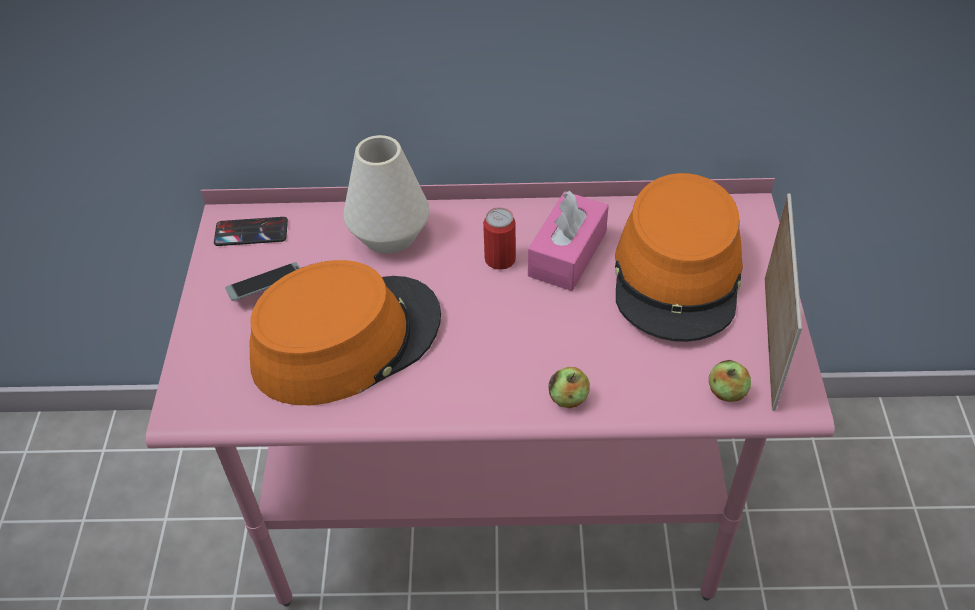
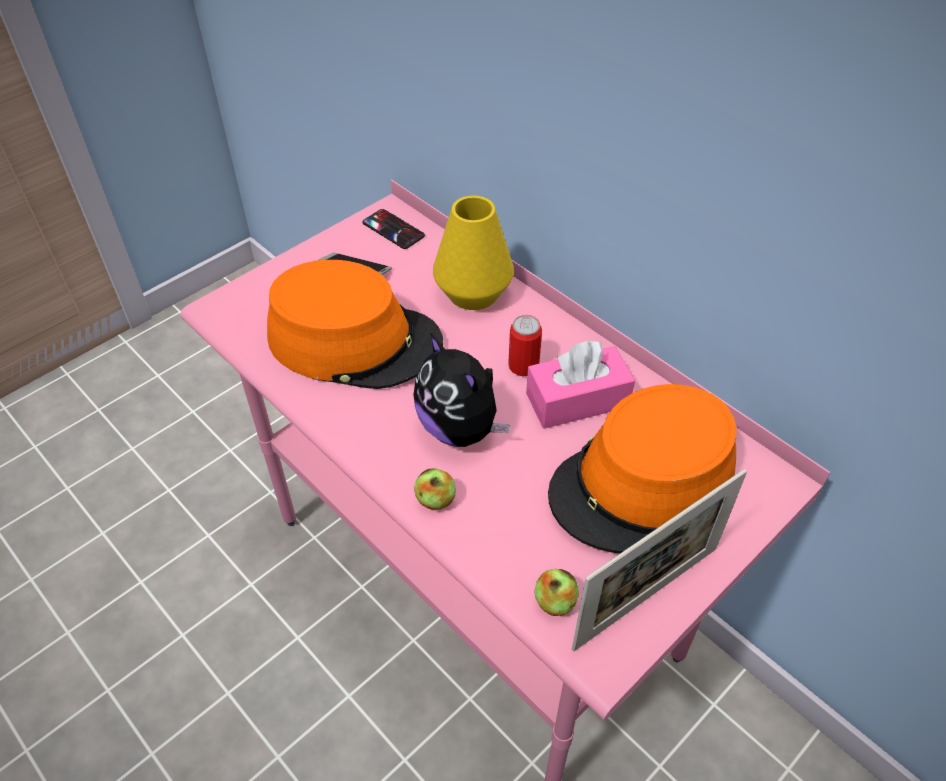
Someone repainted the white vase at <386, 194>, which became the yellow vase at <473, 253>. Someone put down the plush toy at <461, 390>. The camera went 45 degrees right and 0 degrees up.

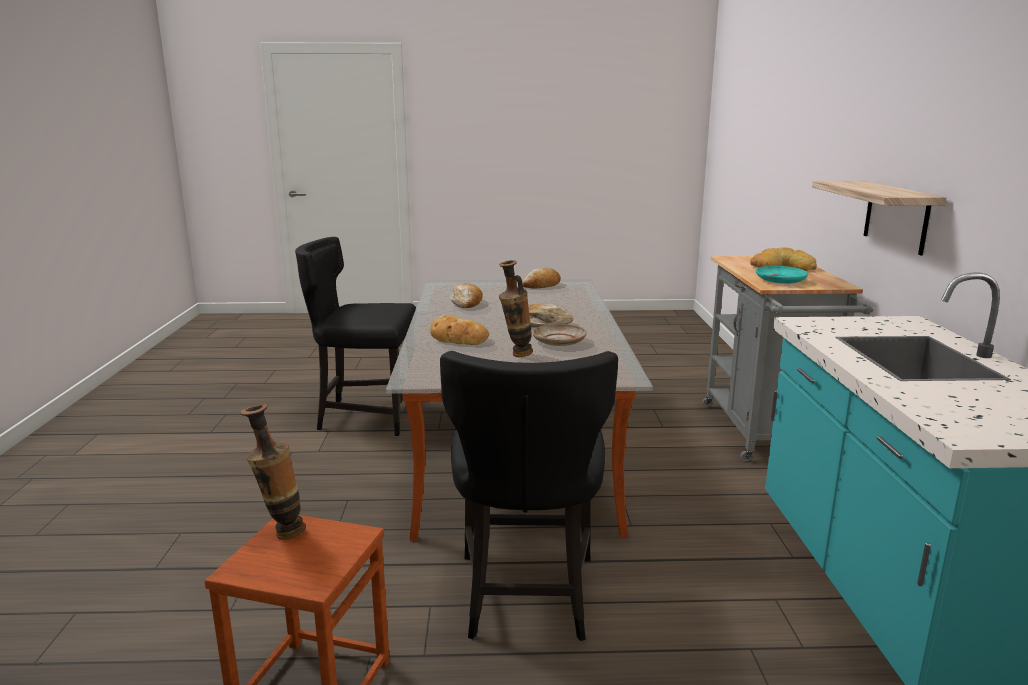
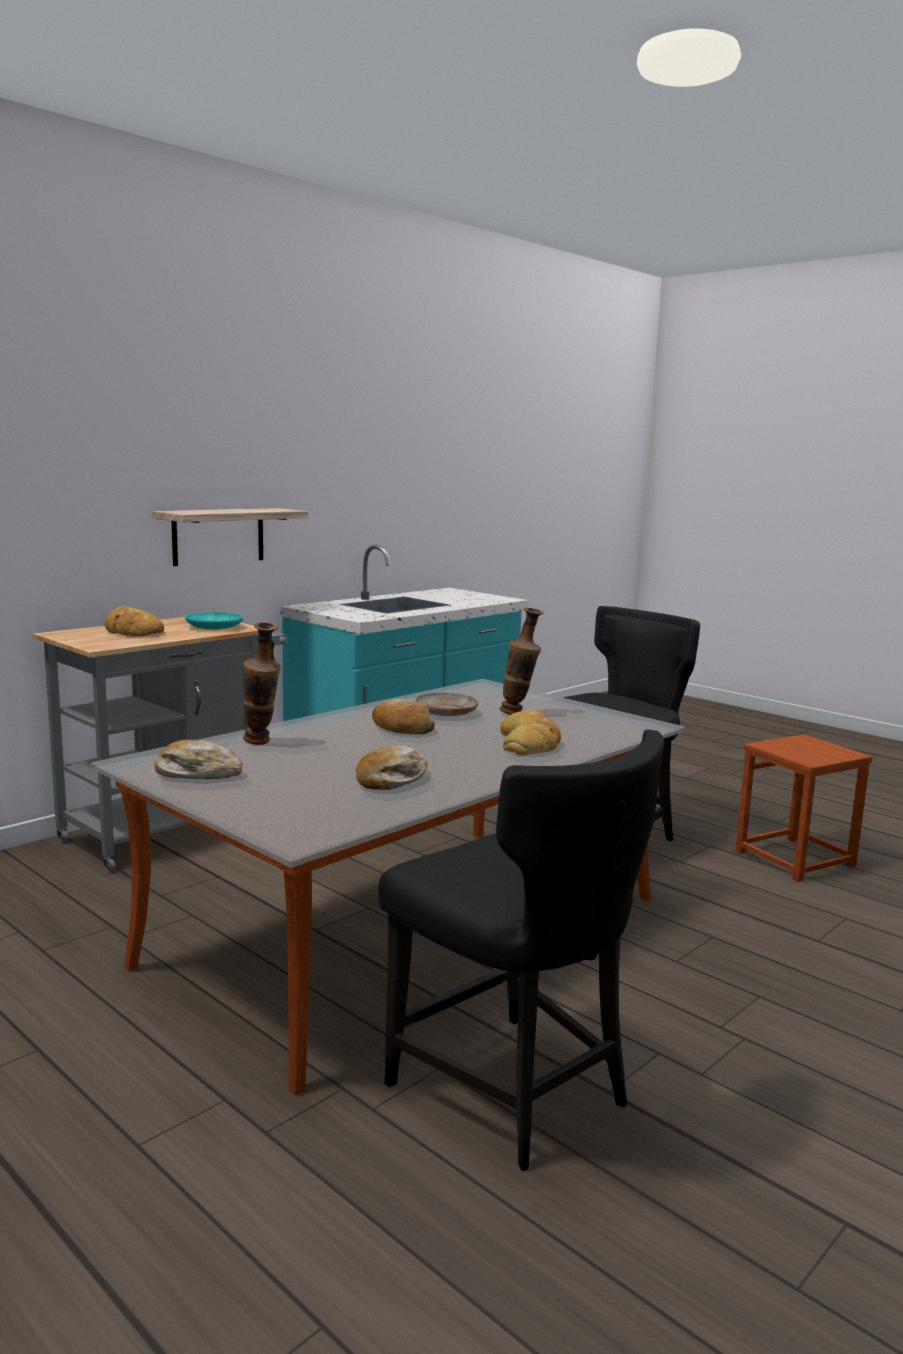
Someone carried the vase from <273, 472> to <262, 683>. The camera went 135 degrees left and 5 degrees down.

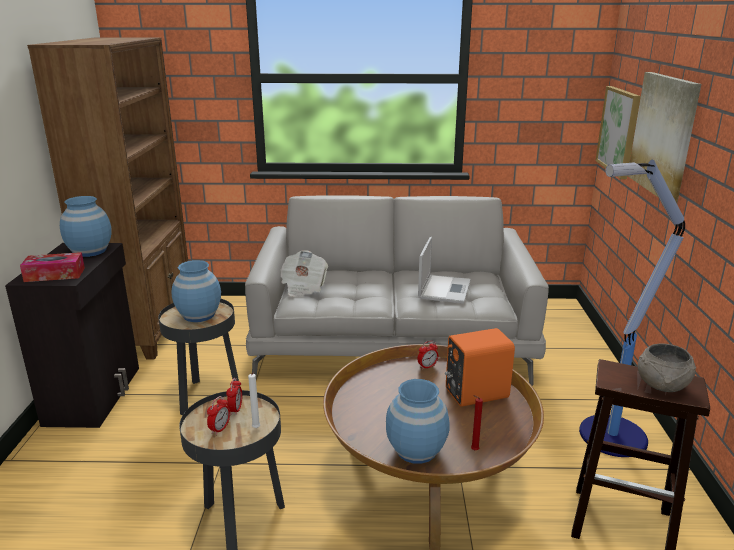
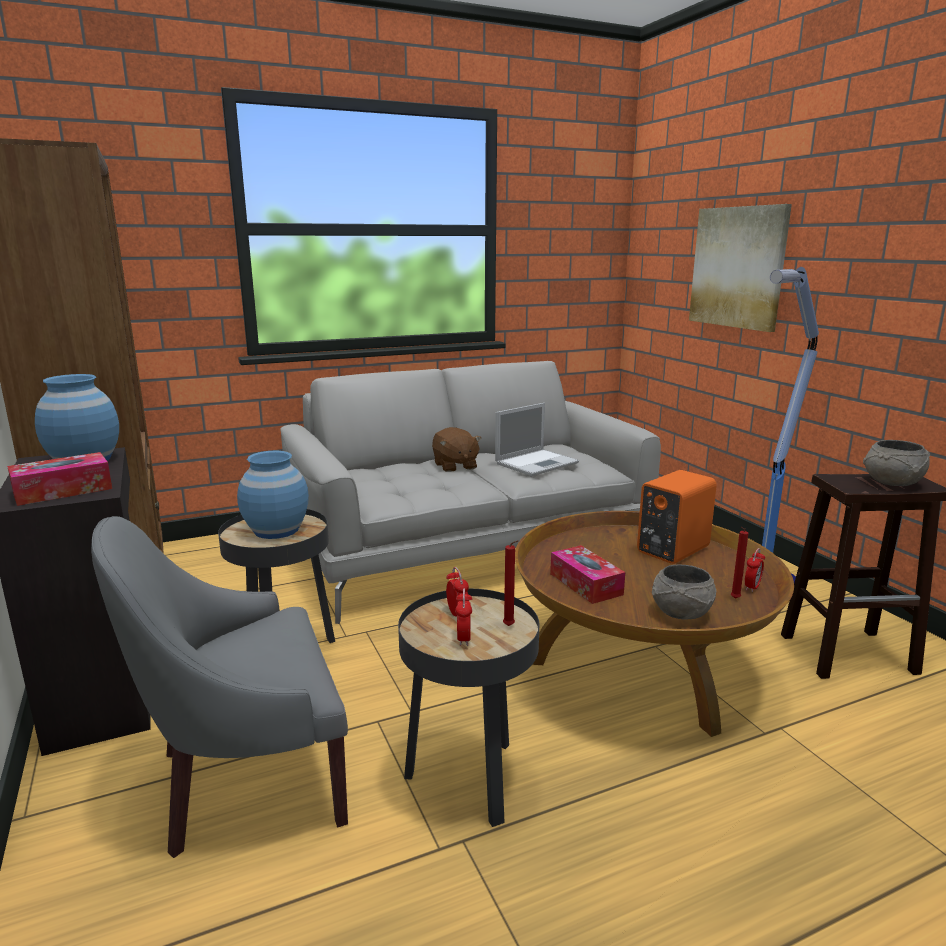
Someone repainted the white candle at <254, 400>, which became the red candle at <511, 583>. Someone took away the newspaper at <304, 273>. Someone swapped the blue vase at <418, 421> for the grey bowl at <684, 592>. Someone rotated the laptop at <444, 270> by 60 degrees clockwise. Someone carried the alarm clock from <428, 355> to <755, 570>. Someone took away the picture at <618, 132>. Someone put down the grey armchair at <219, 687>. Someone put down the brown plush toy at <456, 449>. Someone put down the tissue box at <587, 574>. The camera went 25 degrees left and 5 degrees down.

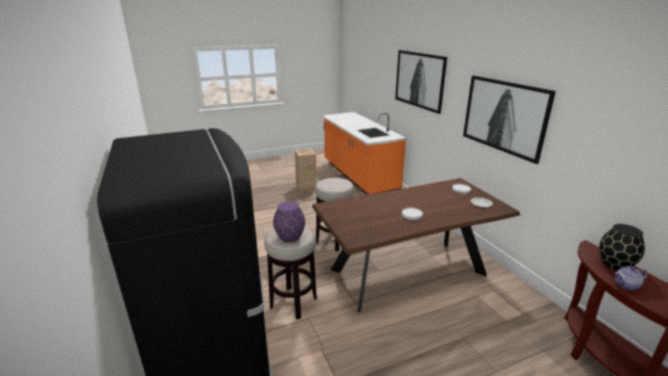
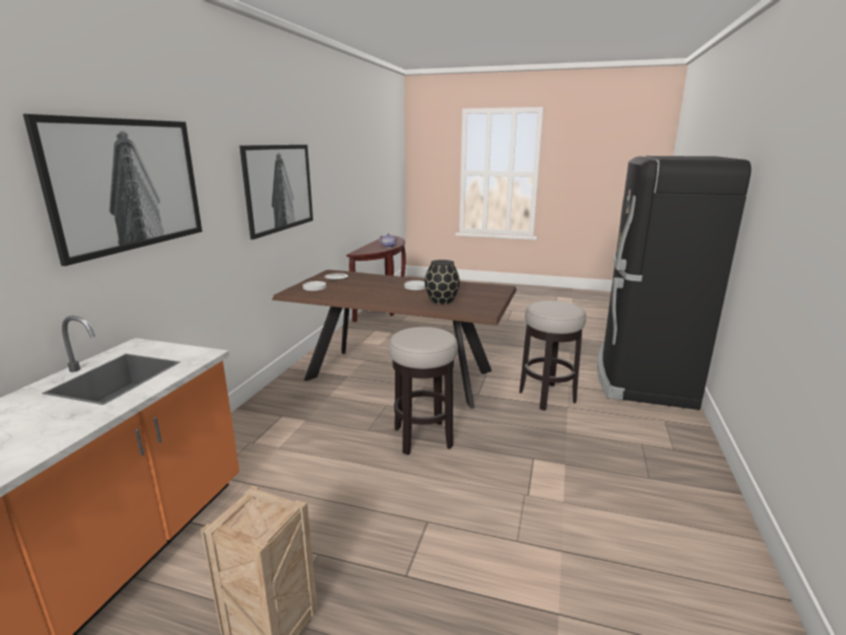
Someone took away the purple vase at <289, 221>. Someone carried the black vase from <622, 247> to <442, 282>. The camera went 140 degrees left and 5 degrees down.

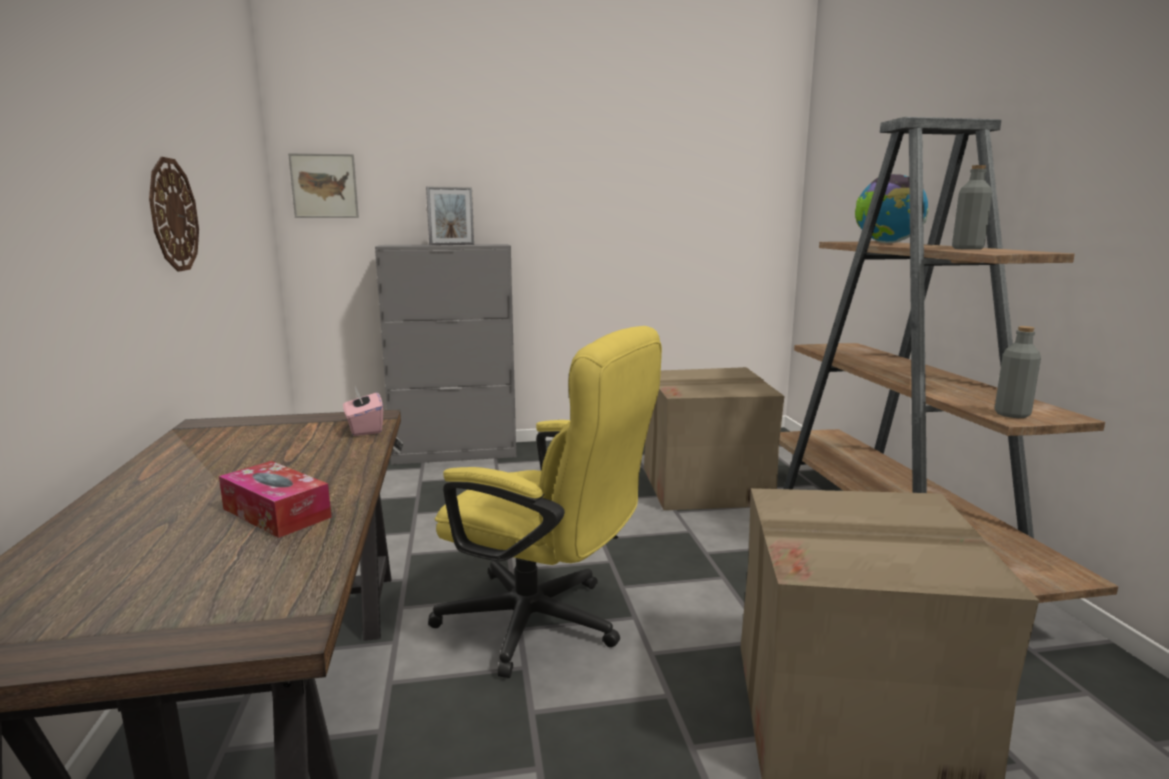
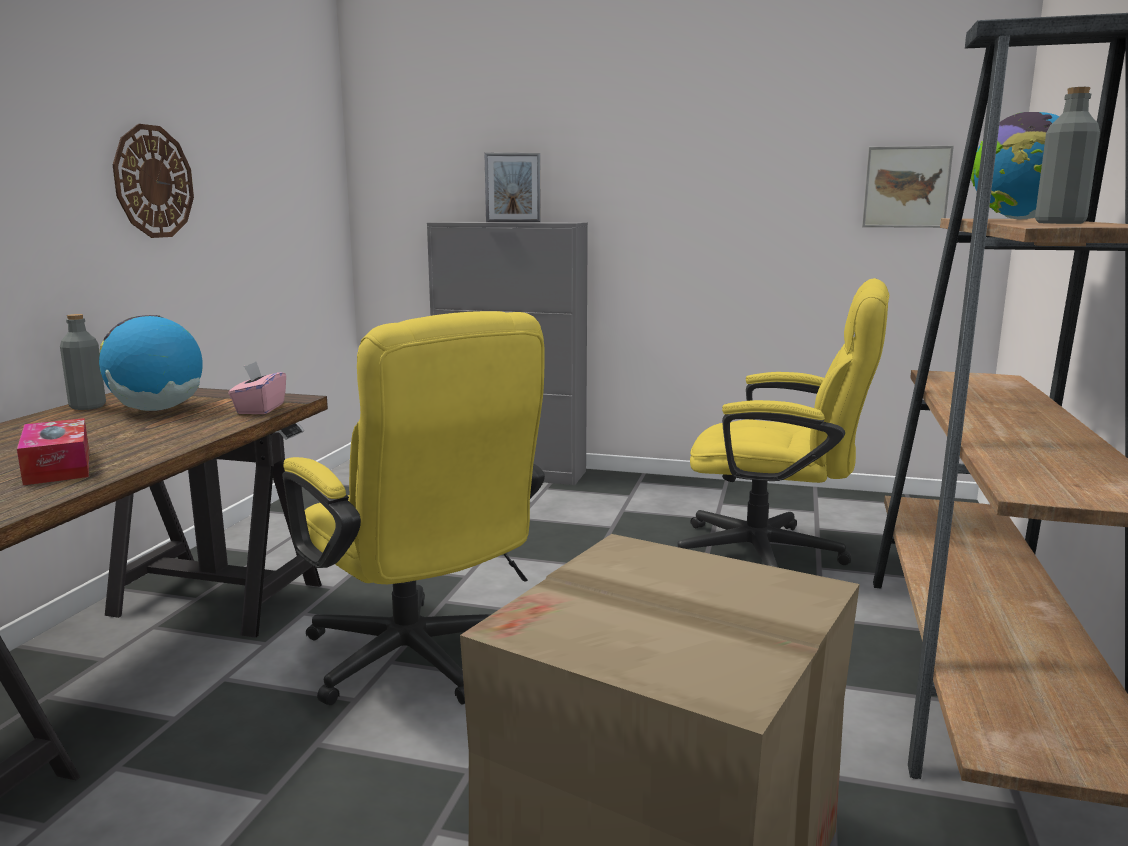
Someone carried the picture from <323, 185> to <908, 187>. Someone swapped the cardboard box at <714, 438> for the yellow office chair at <783, 422>. Someone carried the grey bottle from <1018, 372> to <83, 362>. Someone put down the globe at <151, 363>. The camera went 25 degrees right and 0 degrees up.

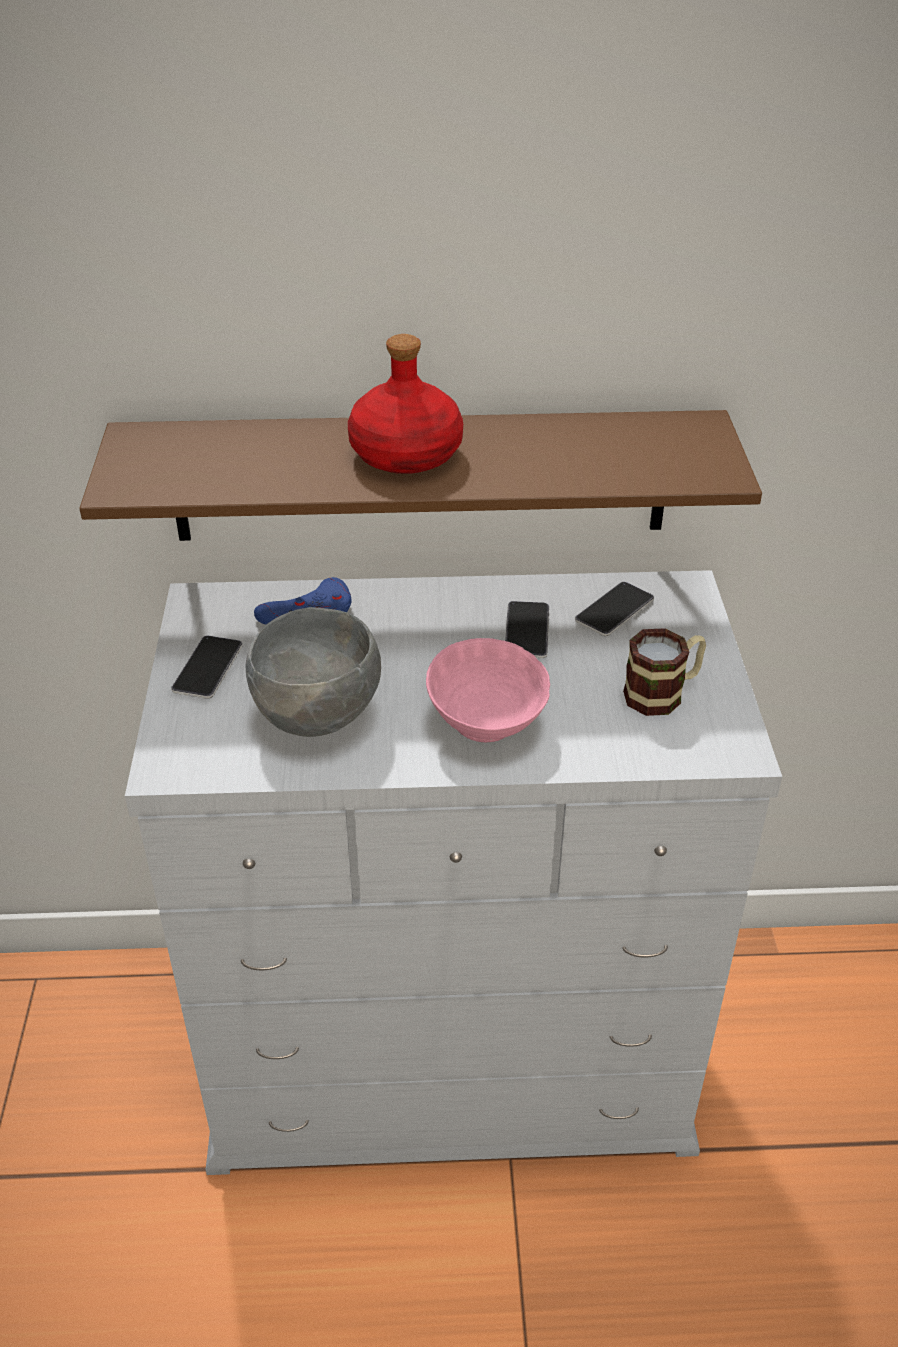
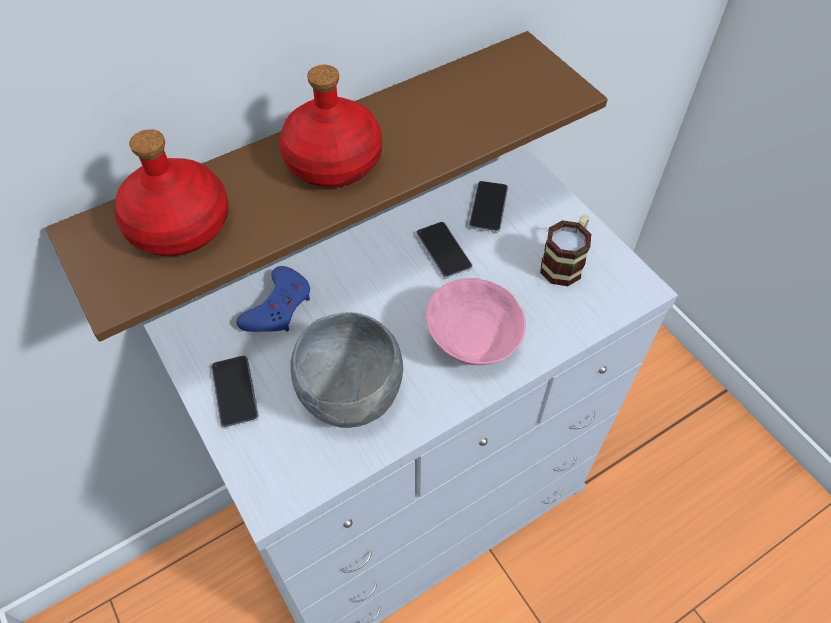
Someone put down the red bottle at <172, 192>. The camera went 30 degrees left and 15 degrees up.

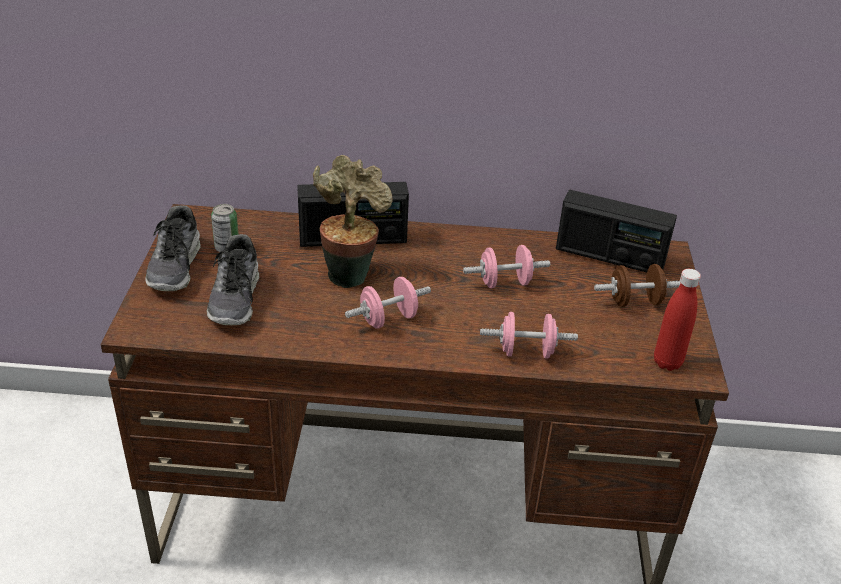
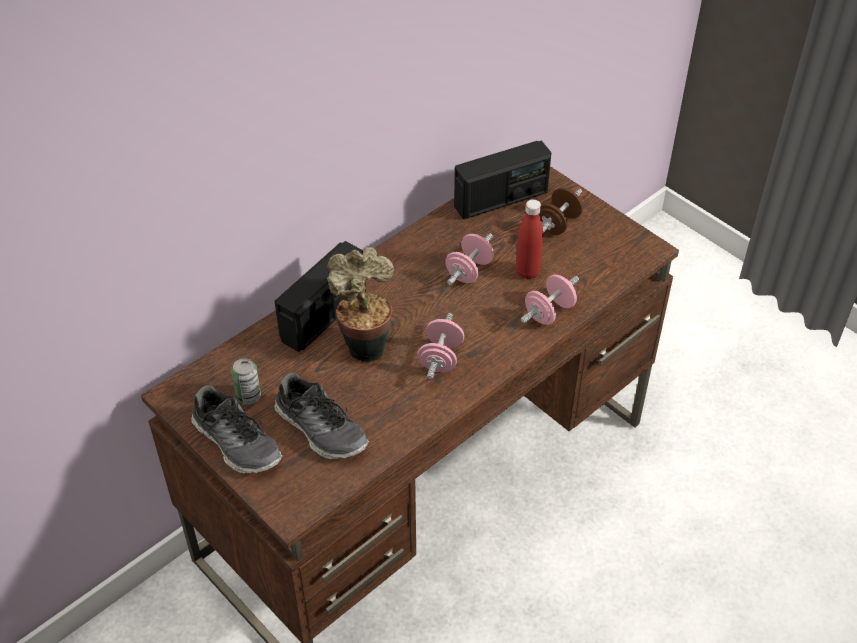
Someone carried the red bottle from <677, 320> to <529, 239>. The camera went 45 degrees left and 10 degrees up.

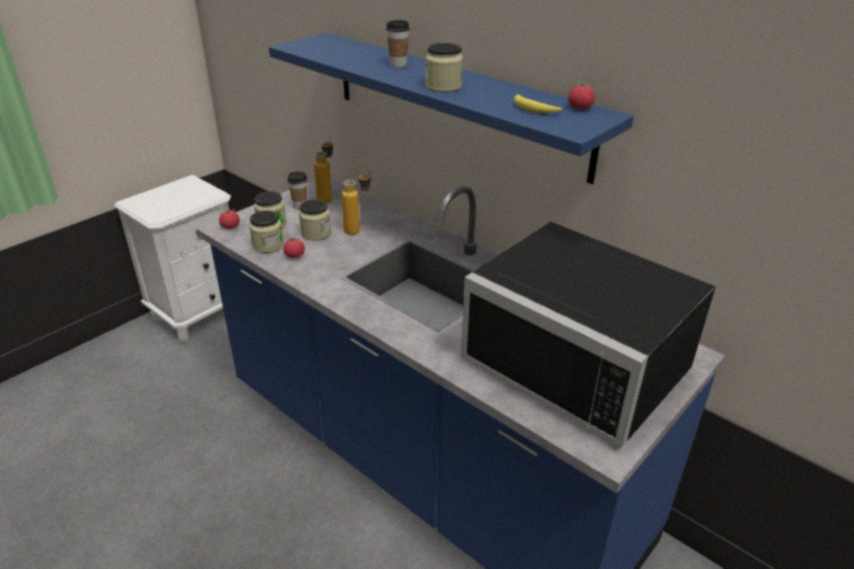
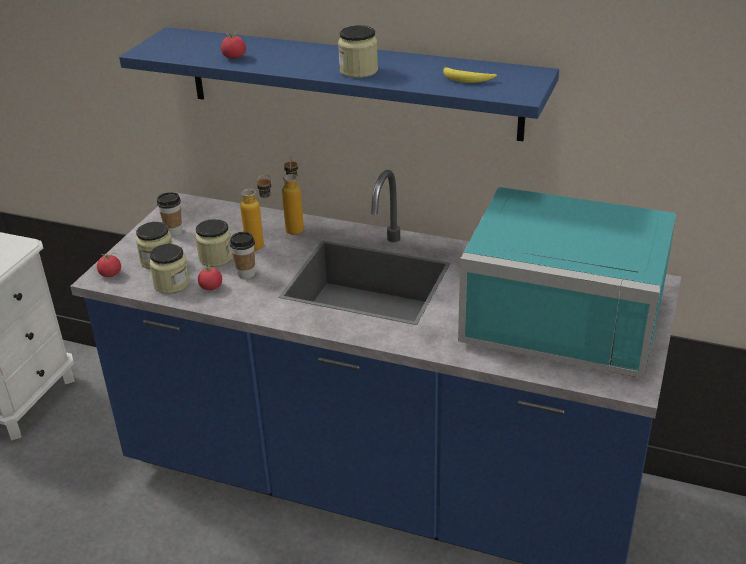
Someone carried the bottle from <323, 170> to <293, 195>. Someone carried the cup from <398, 43> to <242, 255>. Someone repainted the black microwave at <588, 335>, which became the turquoise microwave at <567, 283>. Someone carried the tomato from <581, 95> to <233, 45>. The camera went 20 degrees left and 0 degrees up.

